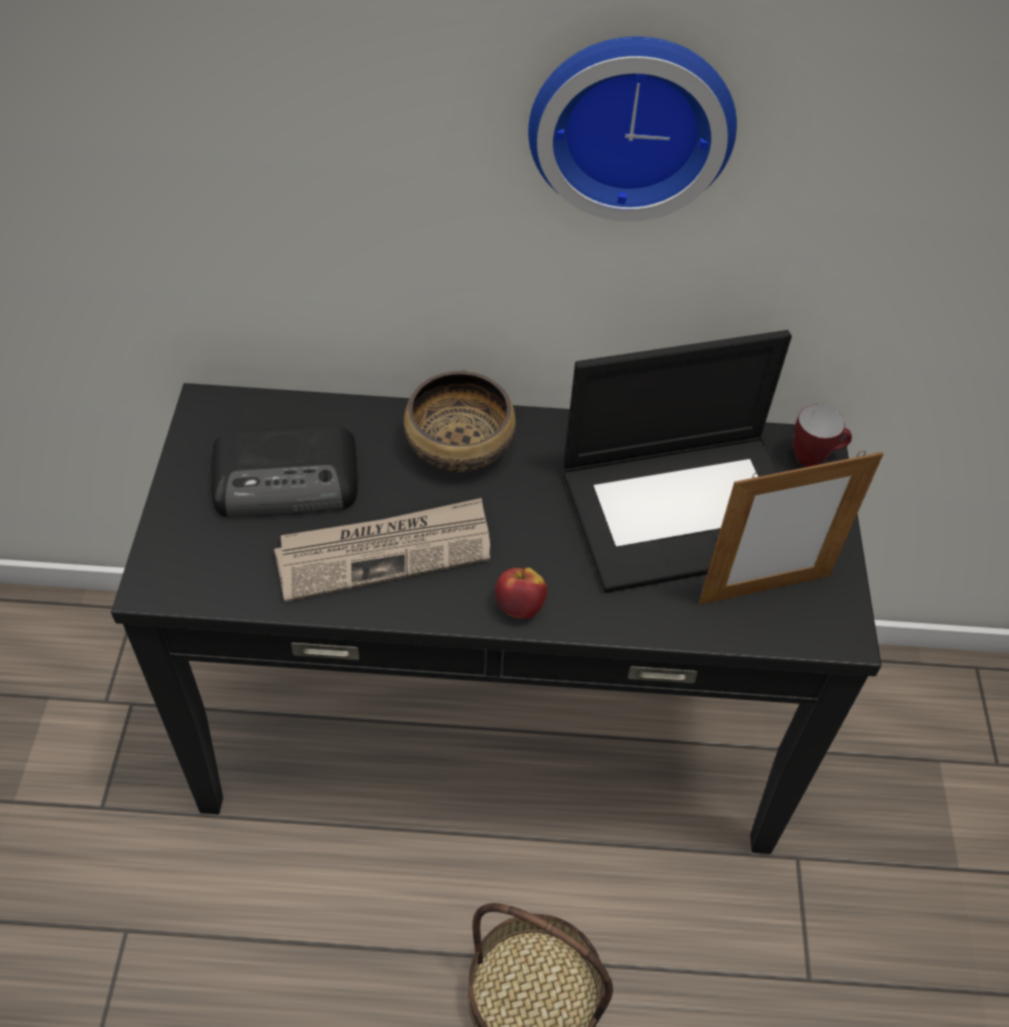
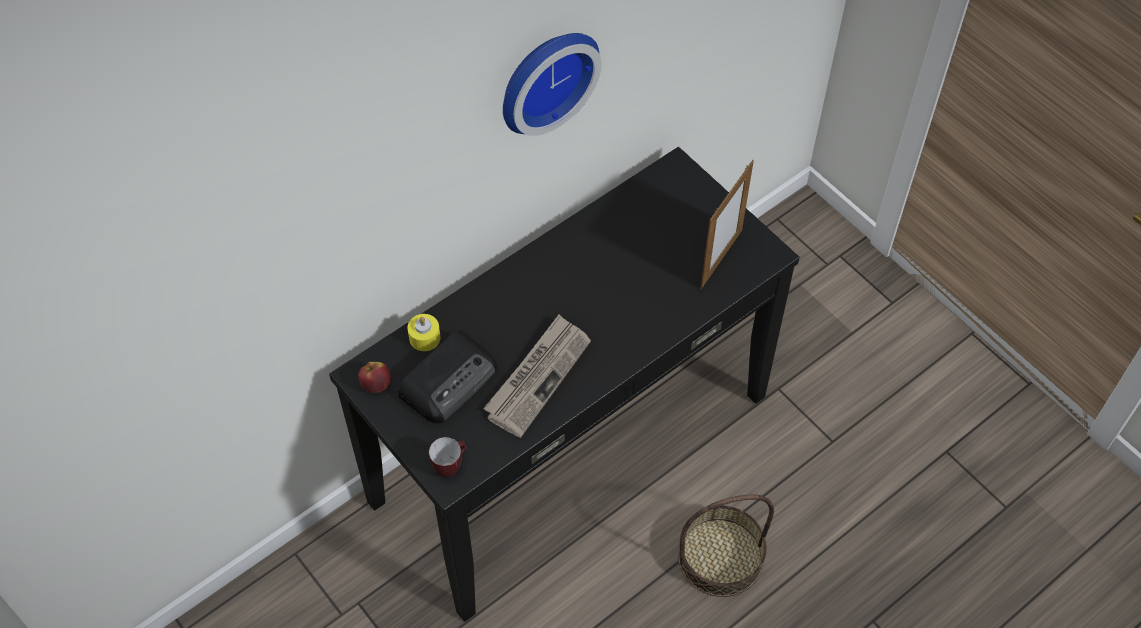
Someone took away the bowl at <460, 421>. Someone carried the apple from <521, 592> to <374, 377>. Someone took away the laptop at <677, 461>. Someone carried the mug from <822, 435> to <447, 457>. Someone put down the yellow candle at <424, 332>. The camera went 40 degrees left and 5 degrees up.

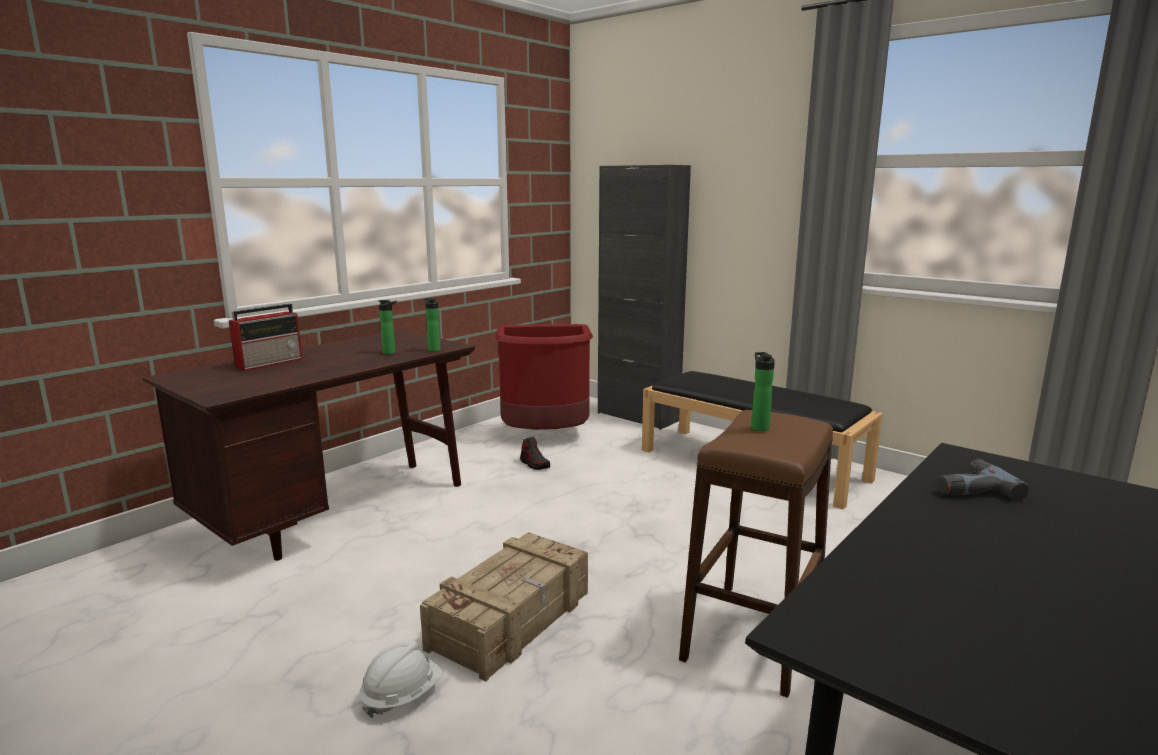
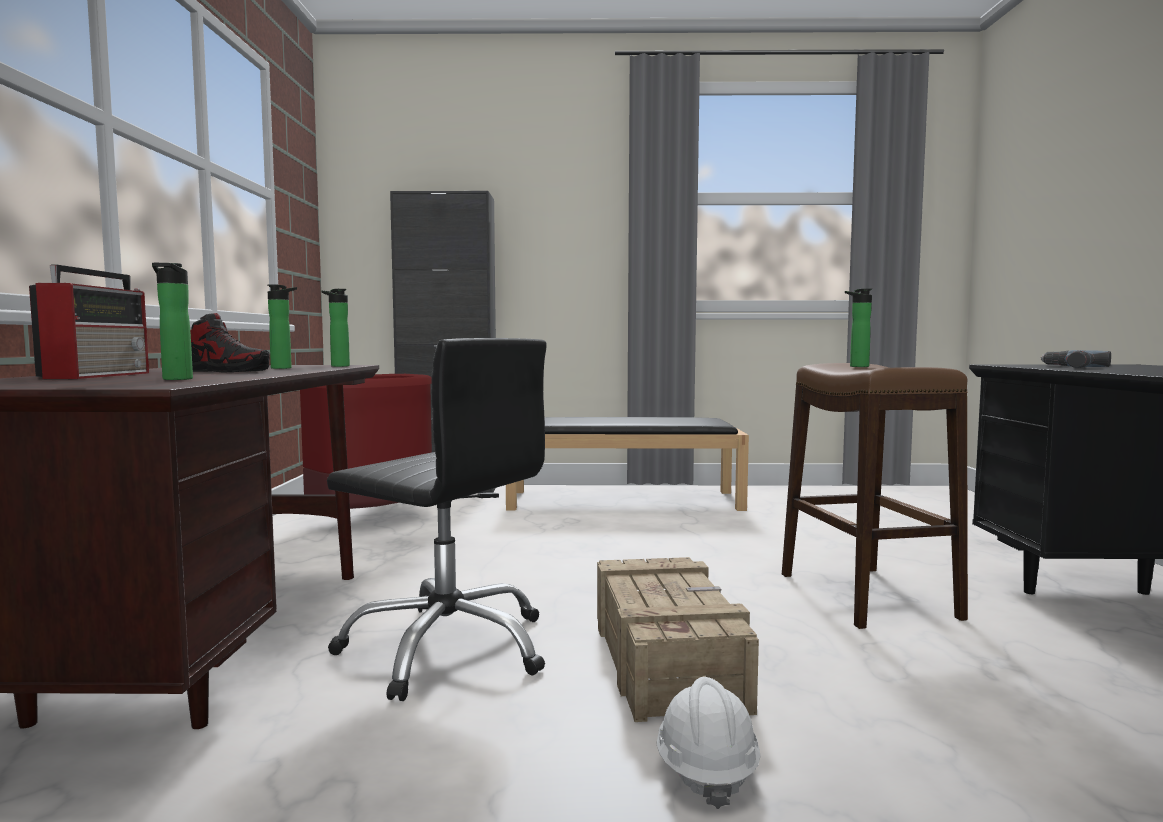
Someone carried the shoe from <535, 453> to <230, 343>. Someone put down the bottle at <172, 321>. Someone put down the black office chair at <437, 519>. The camera went 40 degrees left and 10 degrees down.

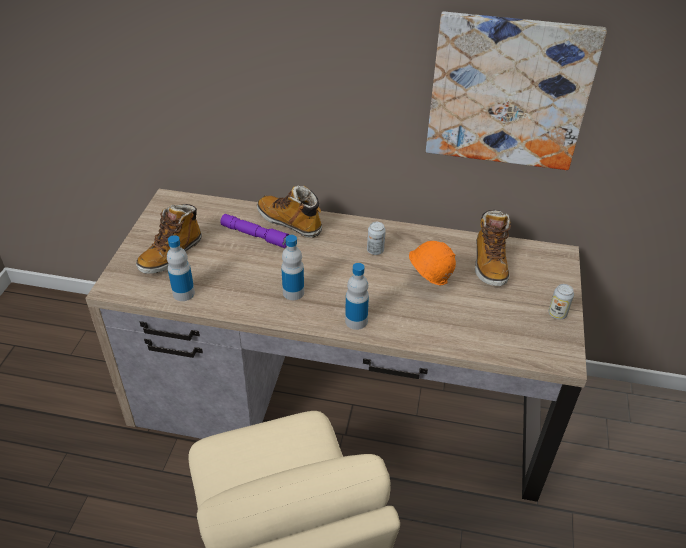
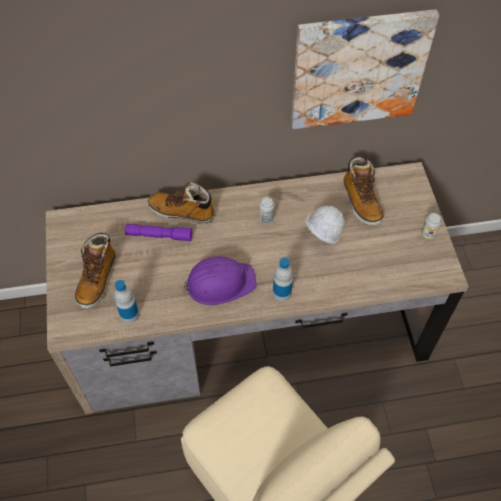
Someone swapped the bottle at <292, 267> for the purple hard hat at <219, 280>. Someone repainted the orange hard hat at <432, 263>, which became the white hard hat at <325, 225>. The camera went 20 degrees left and 15 degrees up.

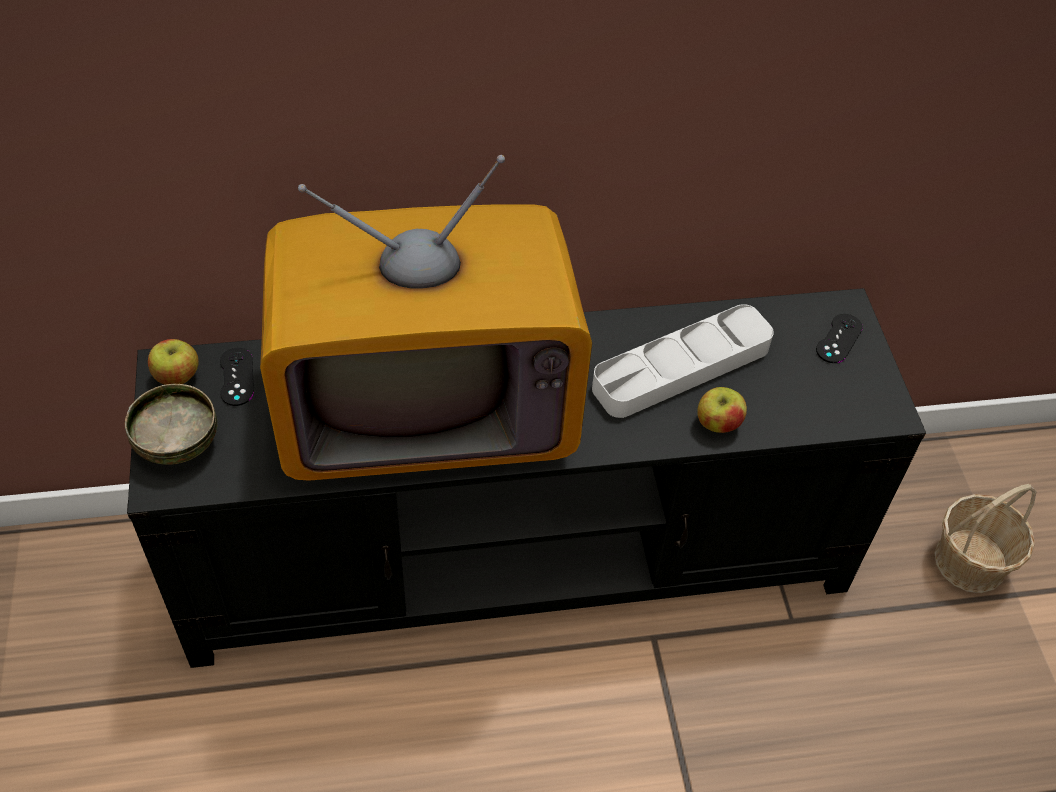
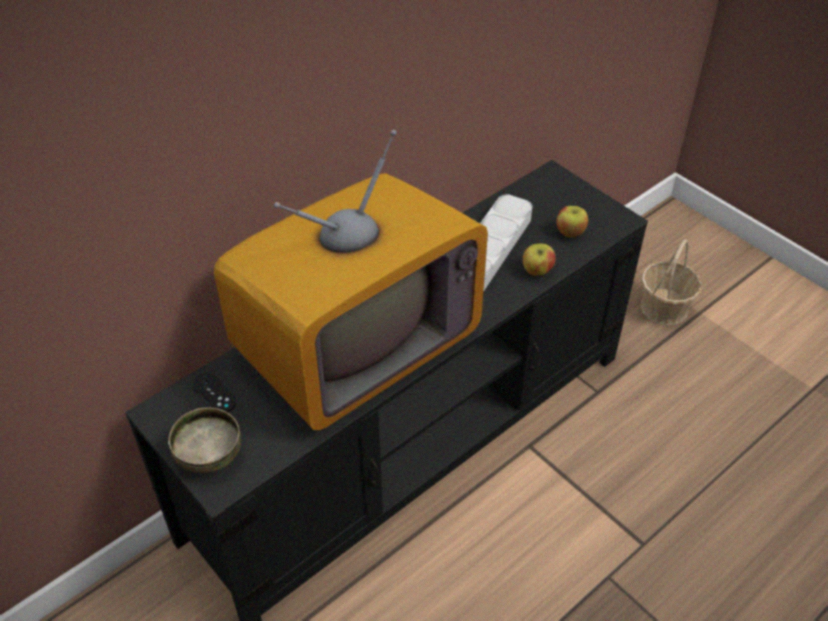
Someone carried the apple from <173, 362> to <572, 222>. Someone took away the black game controller at <839, 338>. The camera went 30 degrees left and 5 degrees down.

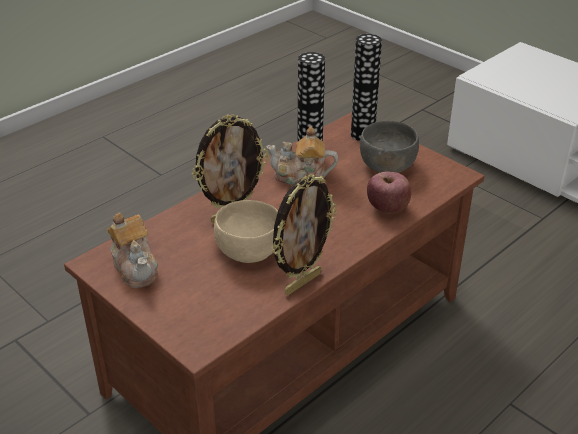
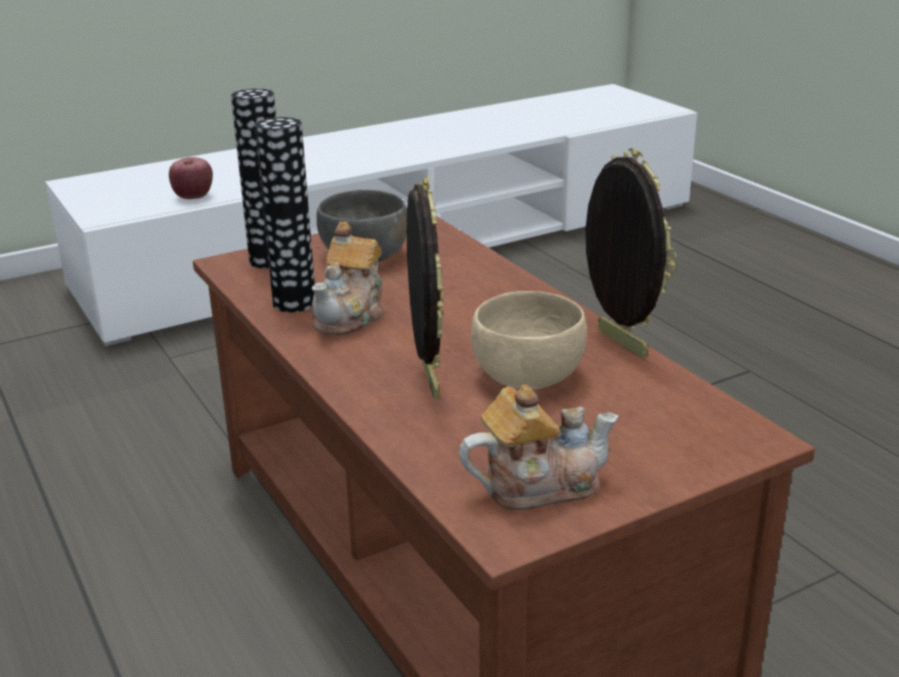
Someone carried the apple from <389, 192> to <191, 178>. The camera went 75 degrees left and 10 degrees down.

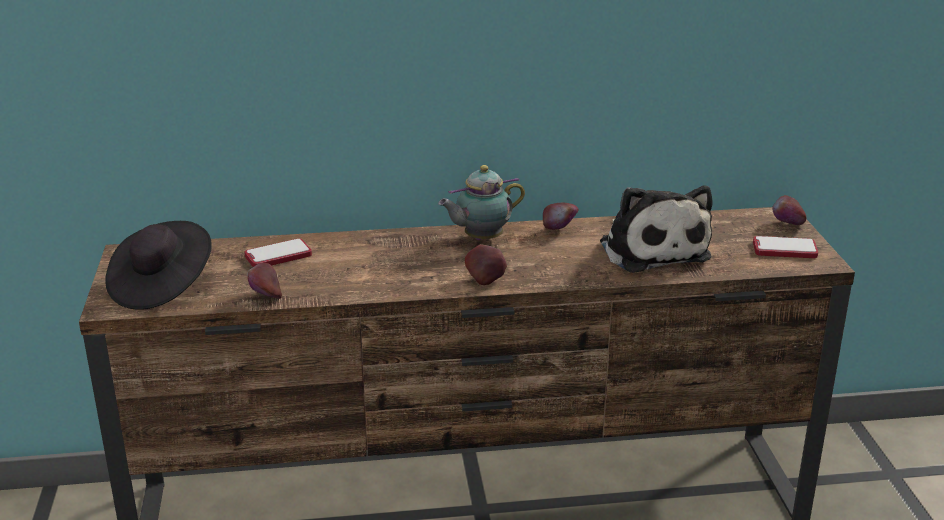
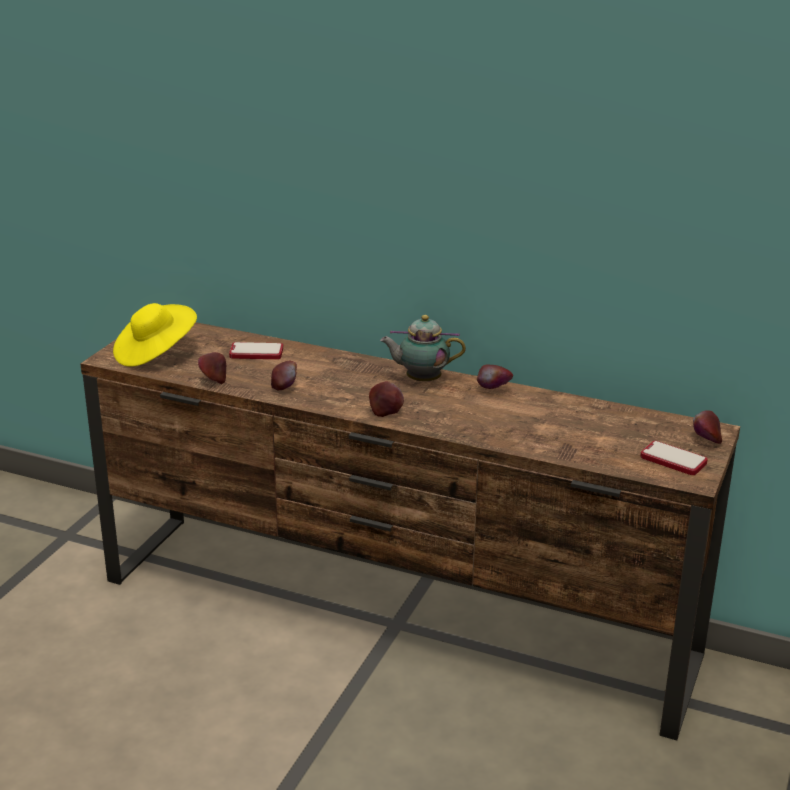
Someone repainted the black hat at <158, 265>, which became the yellow hat at <155, 335>. Someone took away the plush toy at <656, 229>. Someone put down the apple at <284, 376>. The camera went 30 degrees right and 0 degrees up.

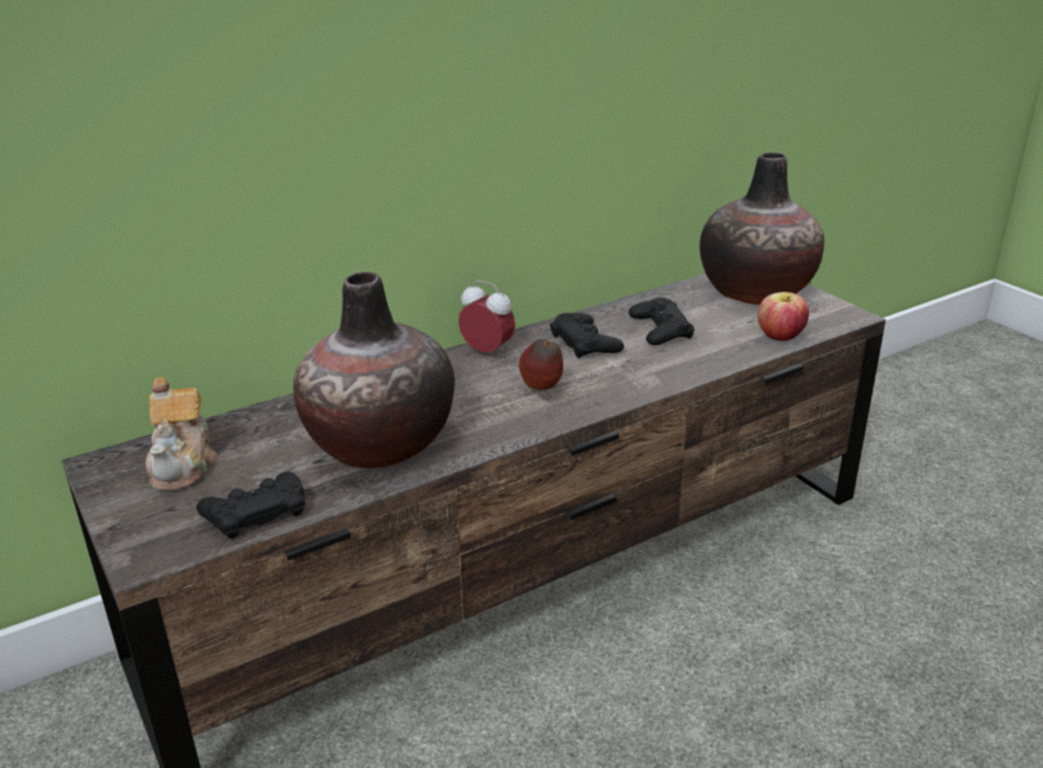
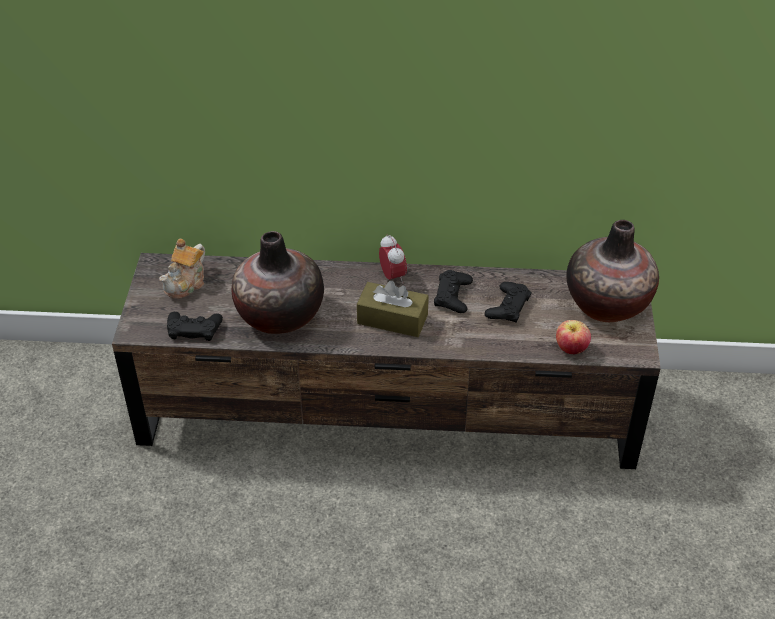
Someone swapped the apple at <541, 364> for the brown tissue box at <393, 309>. The camera went 35 degrees right and 15 degrees up.

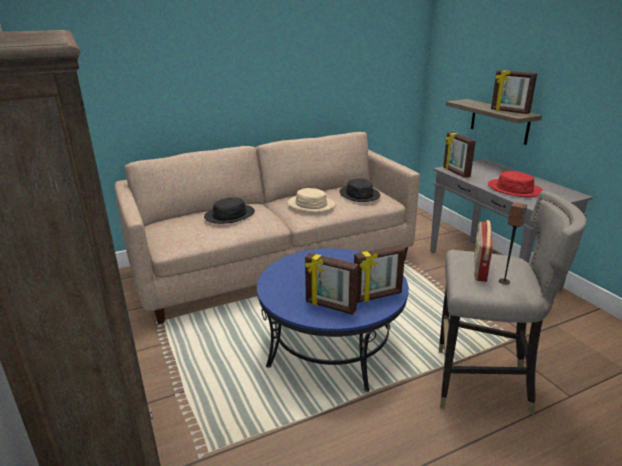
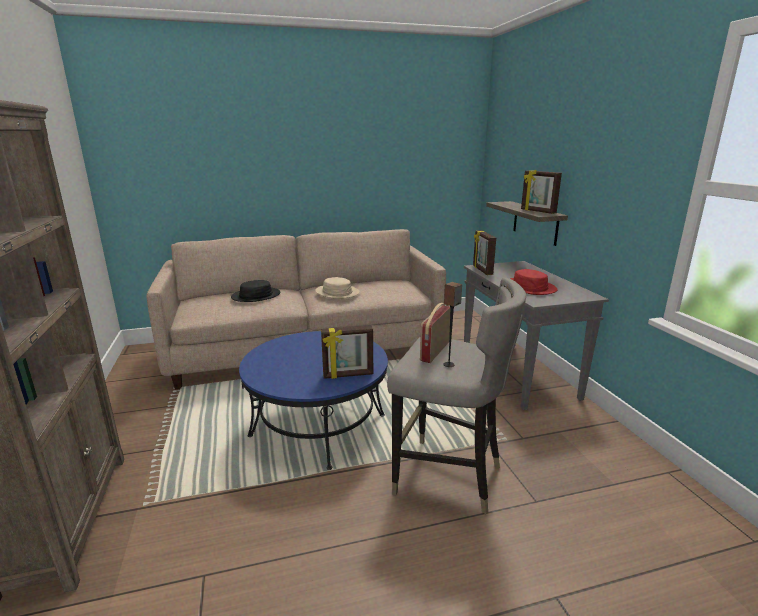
Someone took away the picture frame at <331, 284>. Someone took away the black hat at <360, 190>. The camera went 10 degrees right and 5 degrees down.

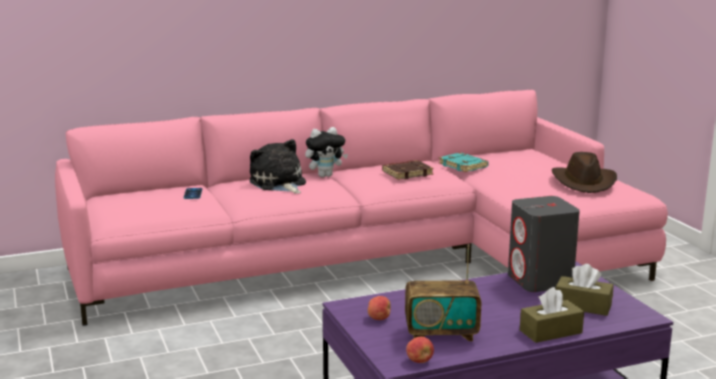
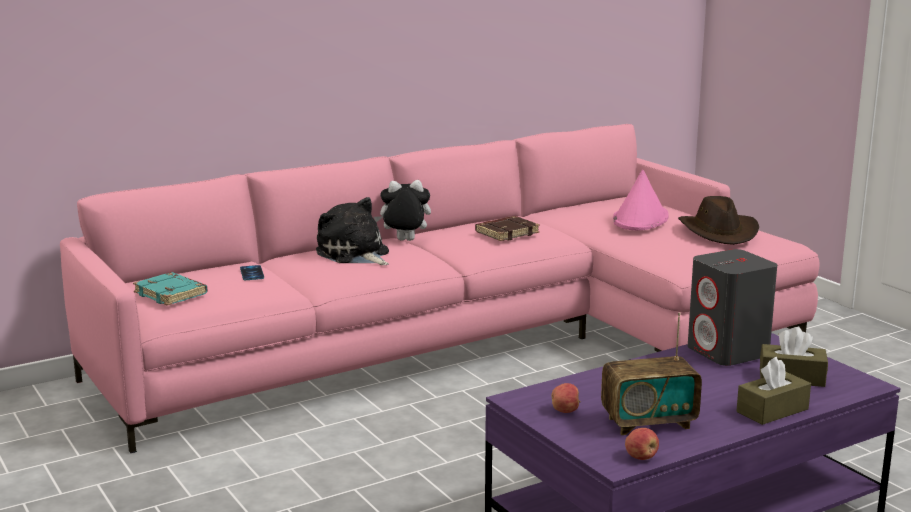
Someone rotated the plush toy at <326, 152> by 150 degrees counterclockwise. Someone carried the turquoise book from <464, 162> to <170, 289>. Someone put down the pink hat at <641, 200>. The camera went 10 degrees left and 0 degrees up.

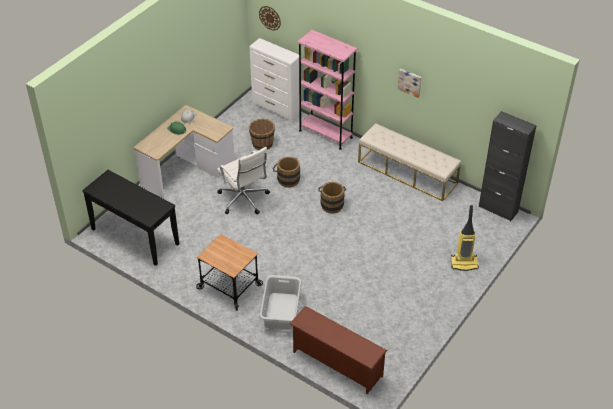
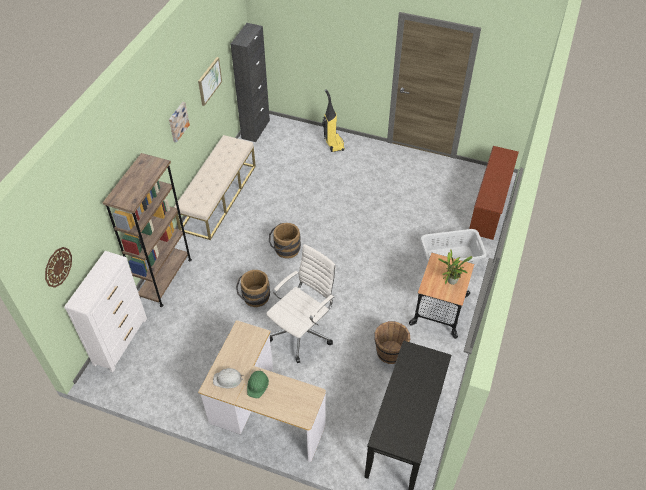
Someone carried the brown bucket from <262, 134> to <392, 342>. Someone repainted the pink bookcase at <327, 90>, which became the brown bookcase at <147, 230>. Someone put up the picture at <210, 81>. Someone put down the potted plant at <455, 267>. The camera went 105 degrees left and 5 degrees up.

